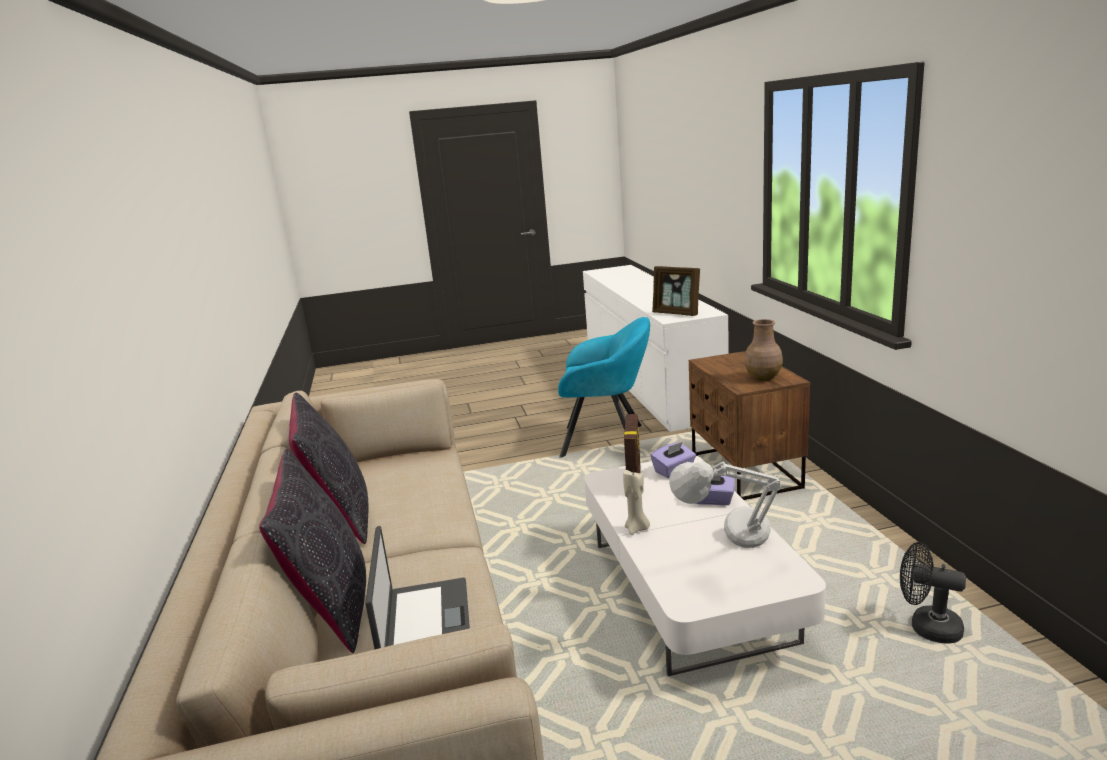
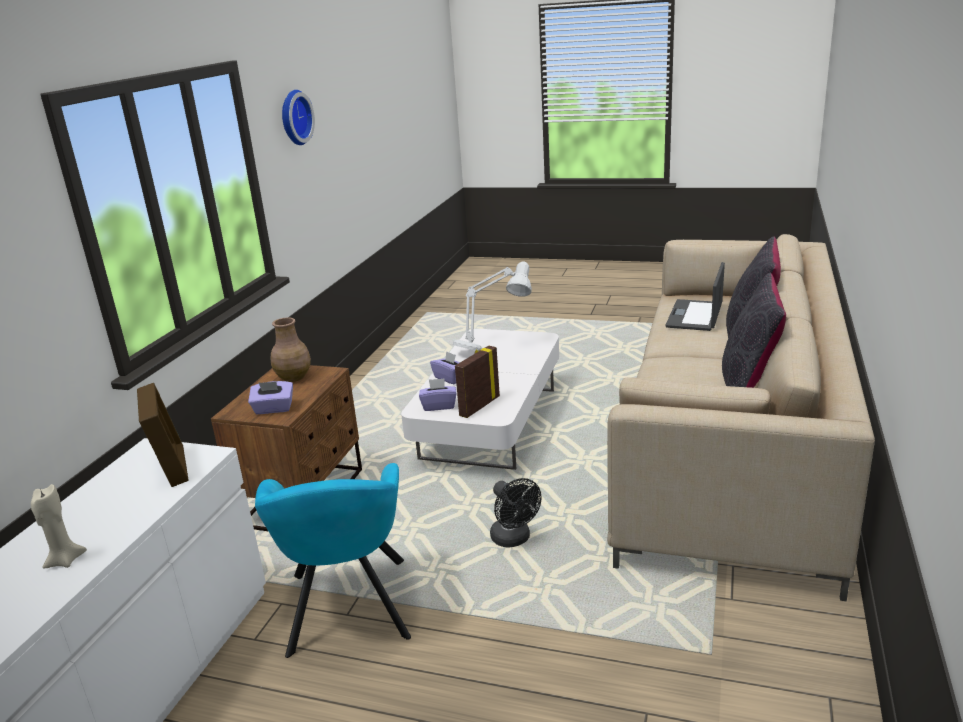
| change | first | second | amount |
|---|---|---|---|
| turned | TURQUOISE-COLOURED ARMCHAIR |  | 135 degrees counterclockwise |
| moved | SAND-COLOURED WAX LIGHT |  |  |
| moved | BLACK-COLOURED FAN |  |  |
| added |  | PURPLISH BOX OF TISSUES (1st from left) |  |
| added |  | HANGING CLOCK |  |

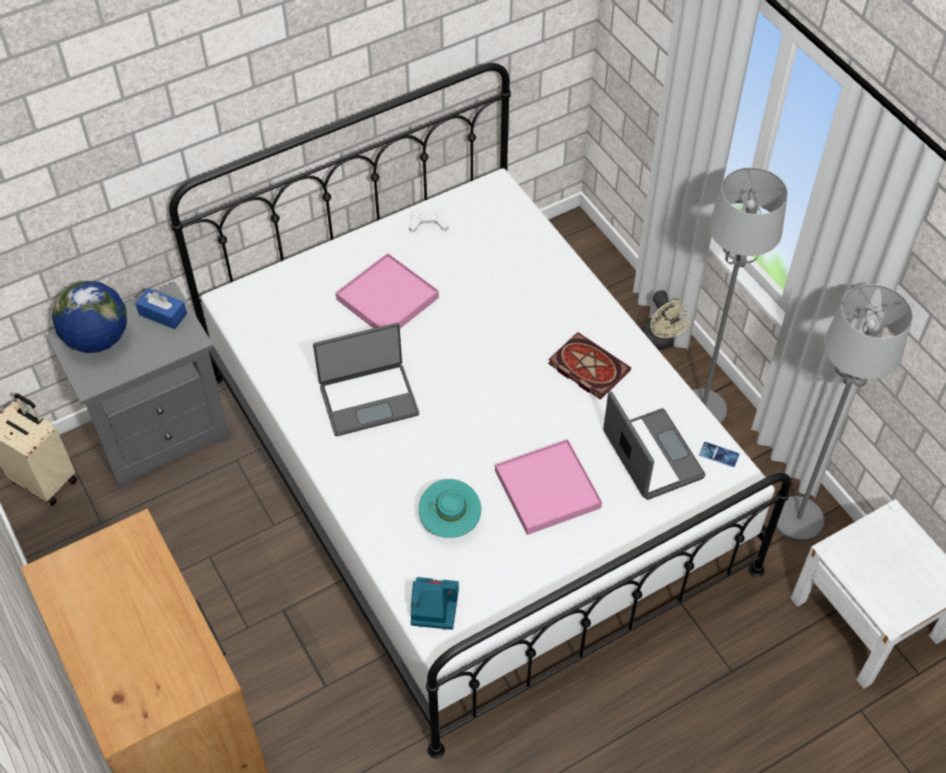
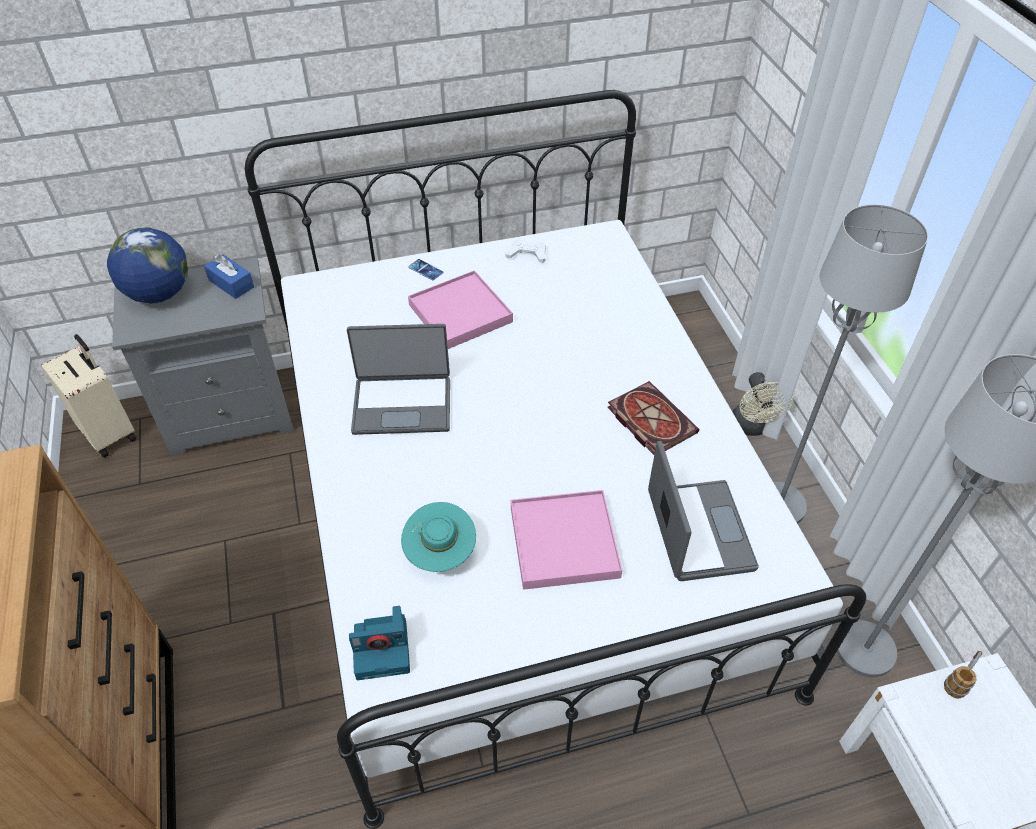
| change | first | second | amount |
|---|---|---|---|
| turned | PHOTO CAMERA |  | 150 degrees clockwise |
| moved | HANDSET |  |  |
| added |  | TEA MUG |  |

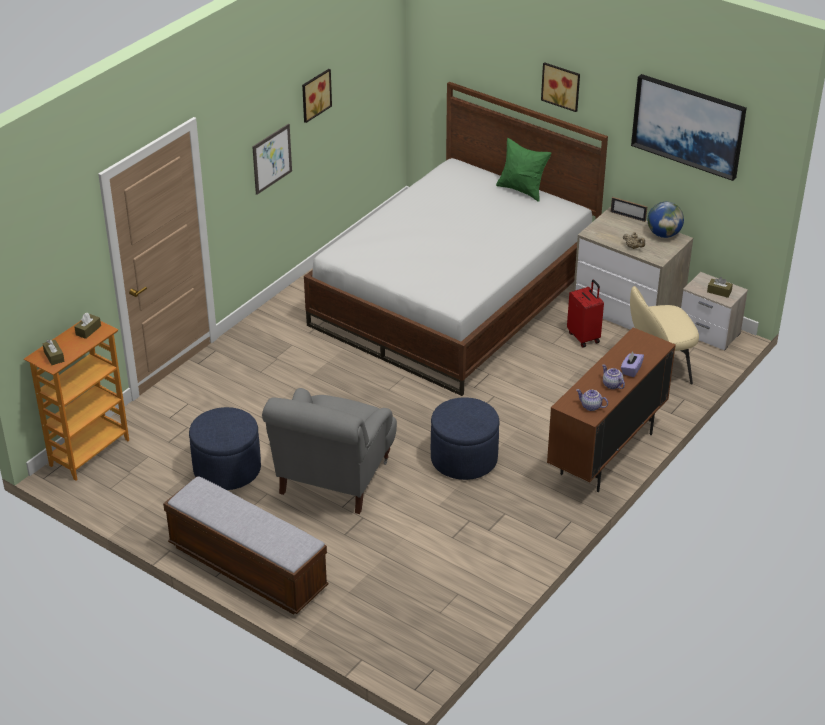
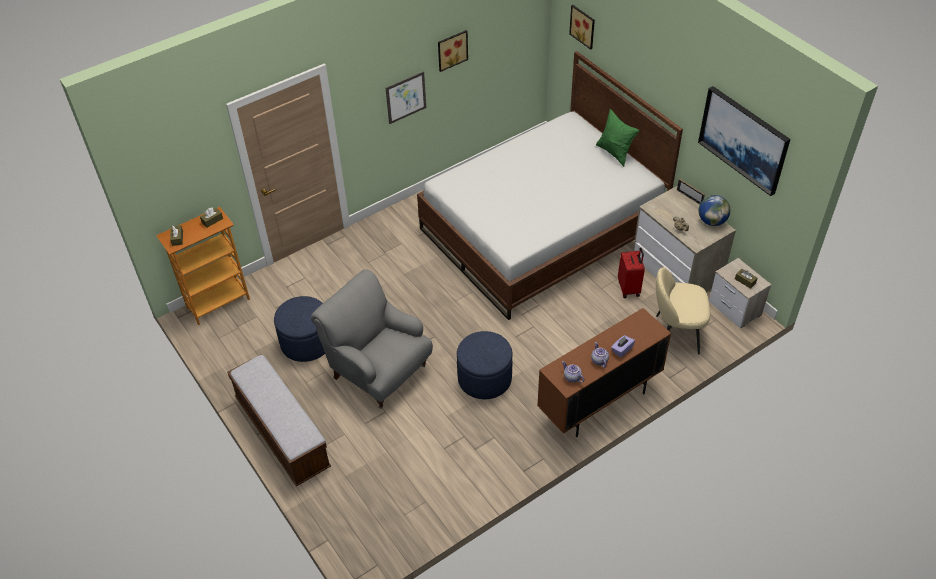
| change | first | second | amount |
|---|---|---|---|
| turned | GRAY ARMCHAIR |  | 90 degrees clockwise |
| moved | WALL ART (3rd from left) |  |  |

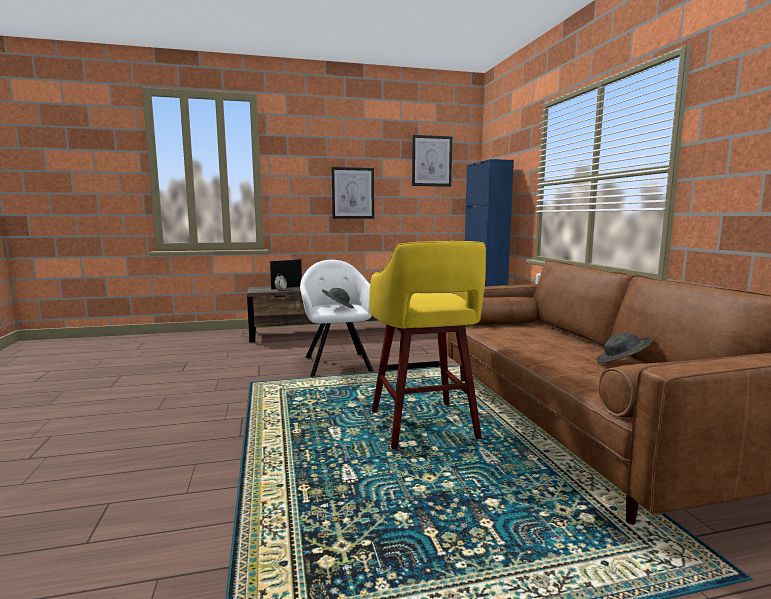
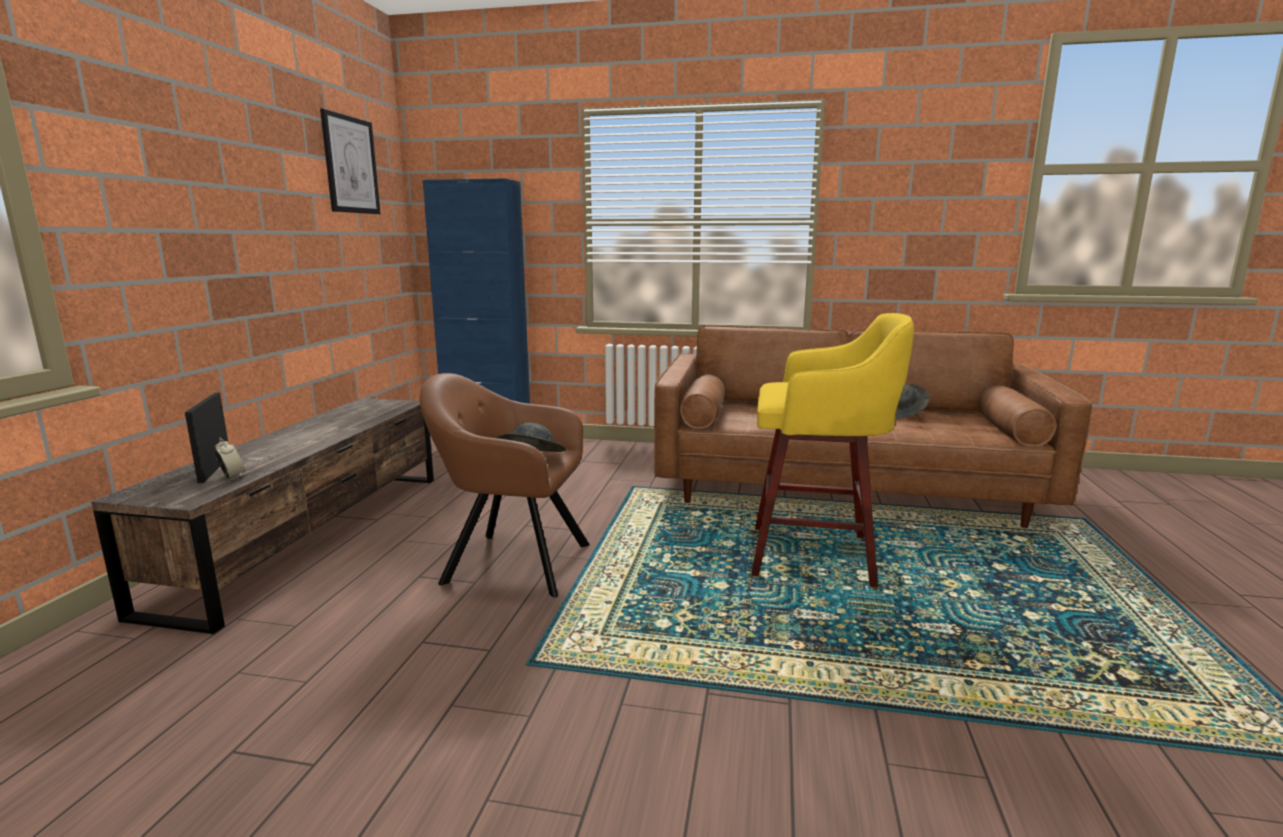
| change | first | second | amount |
|---|---|---|---|
| recoloured | WHITISH ARMCHAIR | BROWN ARMCHAIR |  |
| removed | WALL ART (1st from left) |  |  |

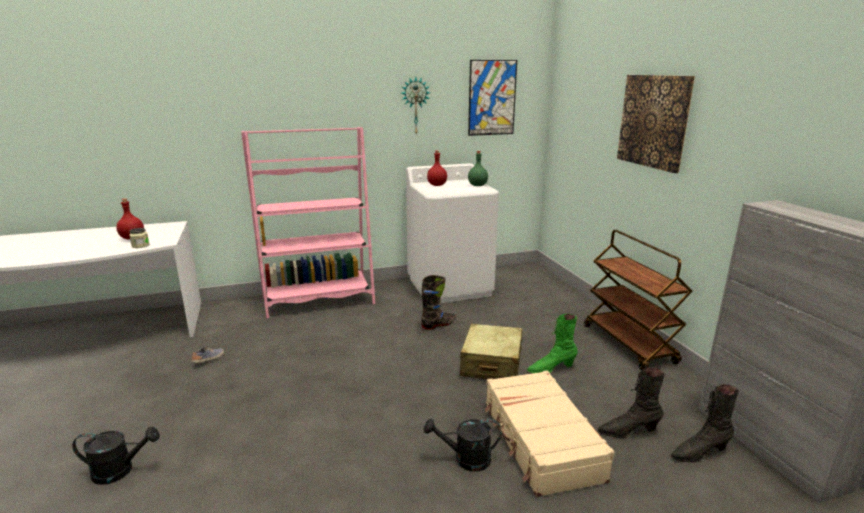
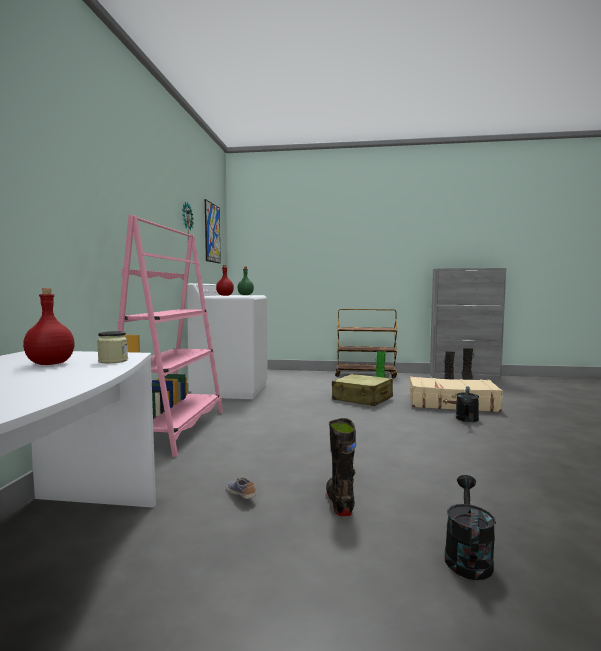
| change | first | second | amount |
|---|---|---|---|
| moved | BLACK-COLOURED TALL BOOT (1st from left) |  |  |
| removed | WALL ART (2nd from left) |  |  |

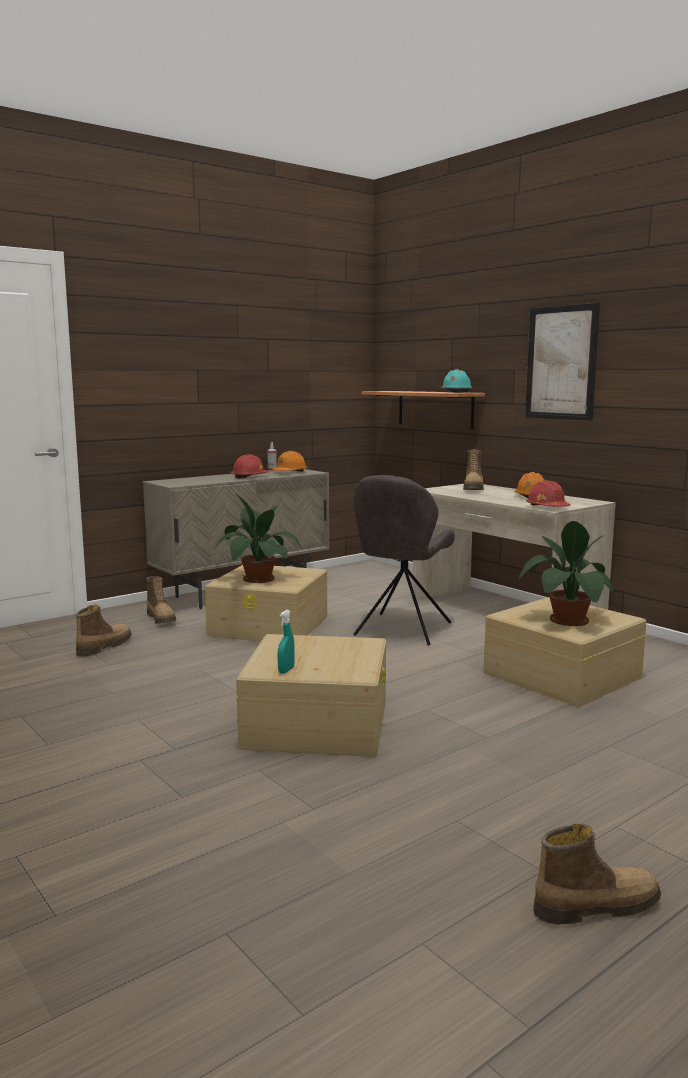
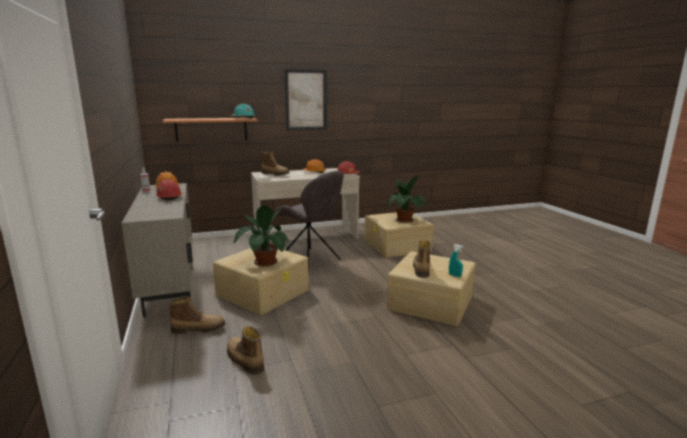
| change | first | second | amount |
|---|---|---|---|
| moved | TALL BOOT (4th from left) |  |  |

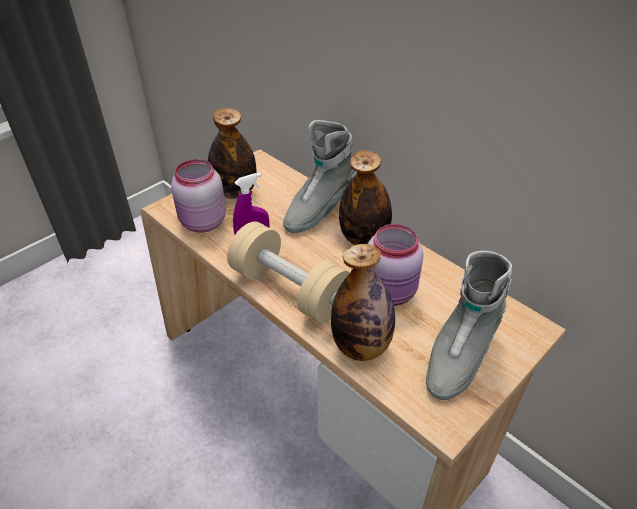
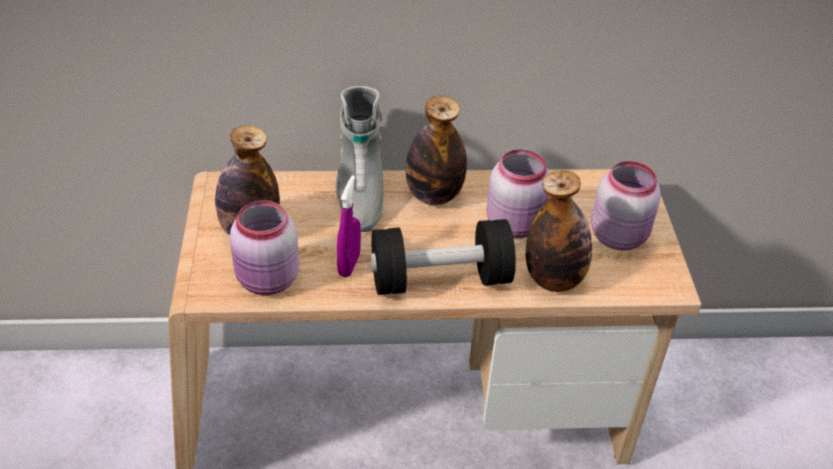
| change | first | second | amount |
|---|---|---|---|
| recoloured | SAND-COLOURED HAND WEIGHT | BLACK-COLOURED HAND WEIGHT |  |
| replaced | GRAY TALL BOOT (2nd from left) | PINKISH PRESERVE JAR (3rd from left) |  |

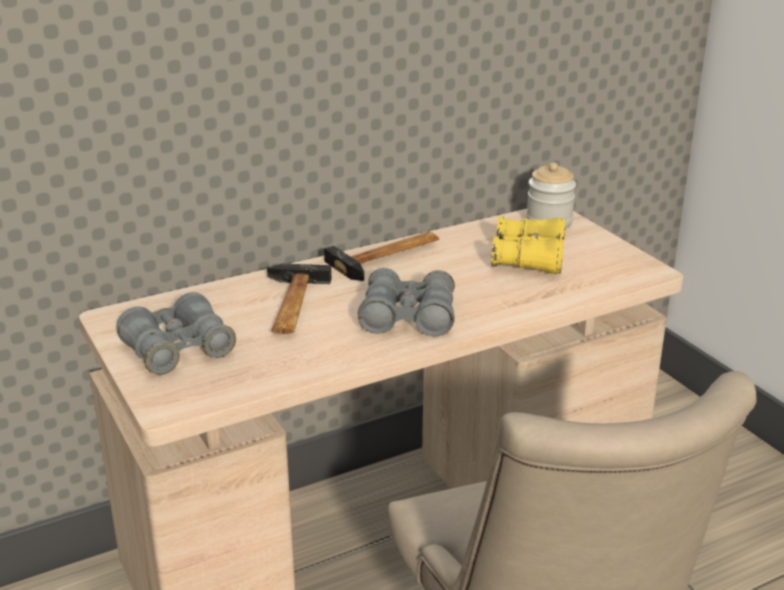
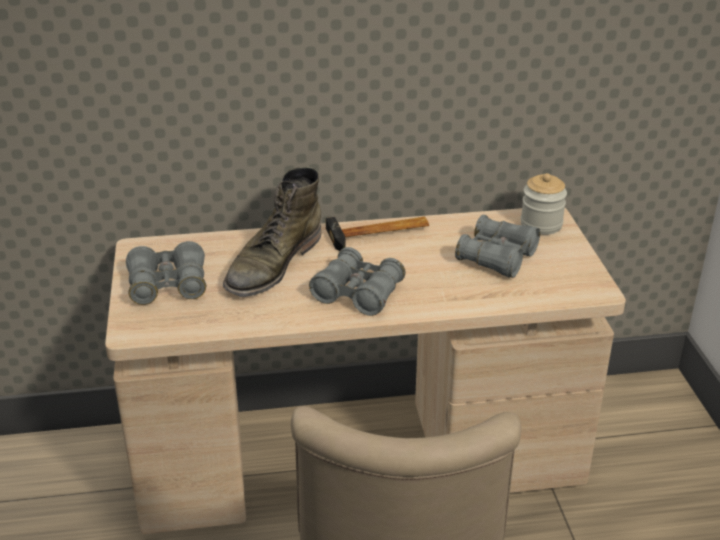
| change | first | second | amount |
|---|---|---|---|
| replaced | HAMMER (1st from left) | GREEN-COLOURED TALL BOOT |  |
| recoloured | YELLOWISH FIELD GLASSES | GRAY FIELD GLASSES (3rd from left) |  |

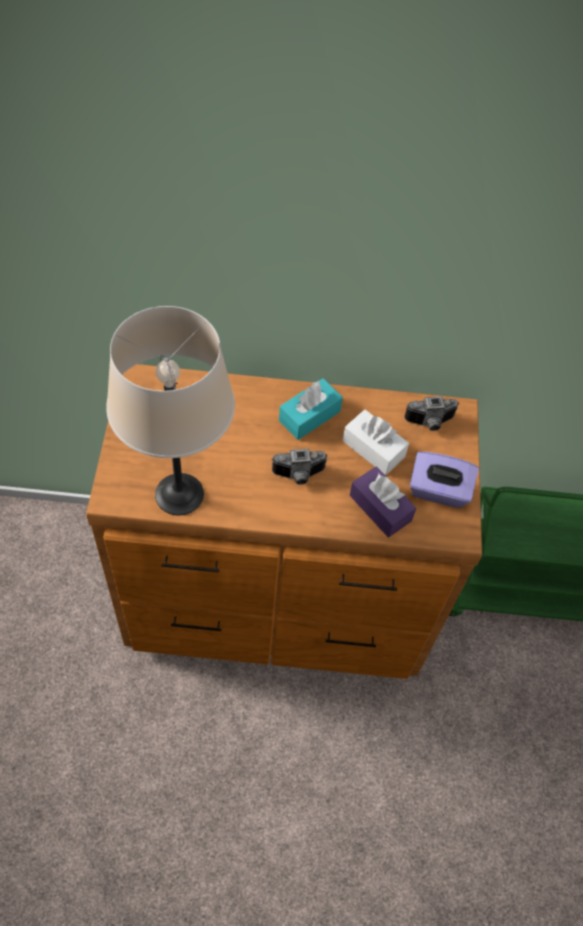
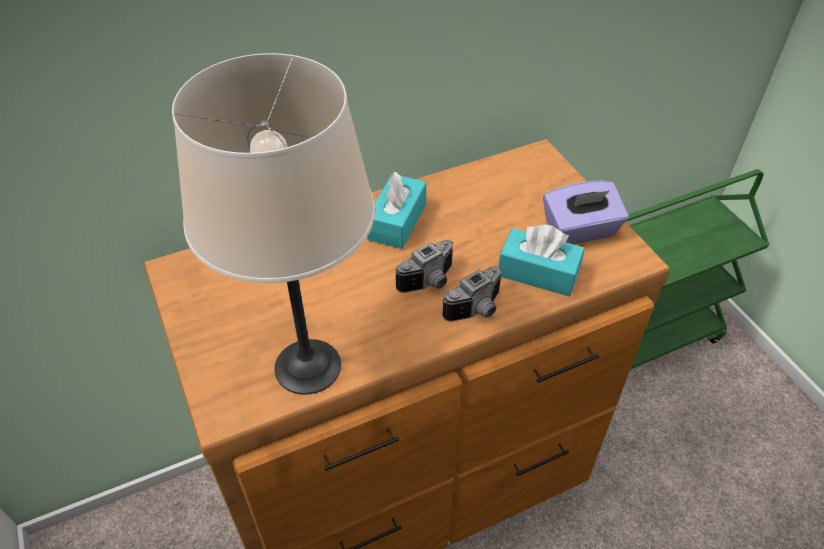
| change | first | second | amount |
|---|---|---|---|
| removed | WHITISH BOX OF TISSUES |  |  |
| recoloured | PURPLISH BOX OF TISSUES (1st from left) | TURQUOISE-COLOURED BOX OF TISSUES (2nd from left) |  |
| moved | PHOTO CAMERA (2nd from left) |  |  |

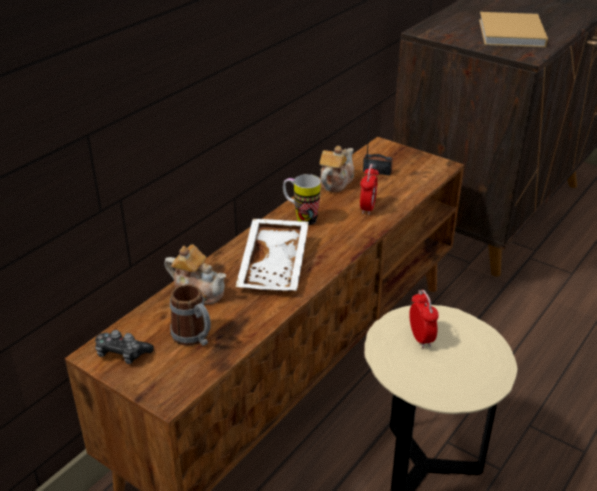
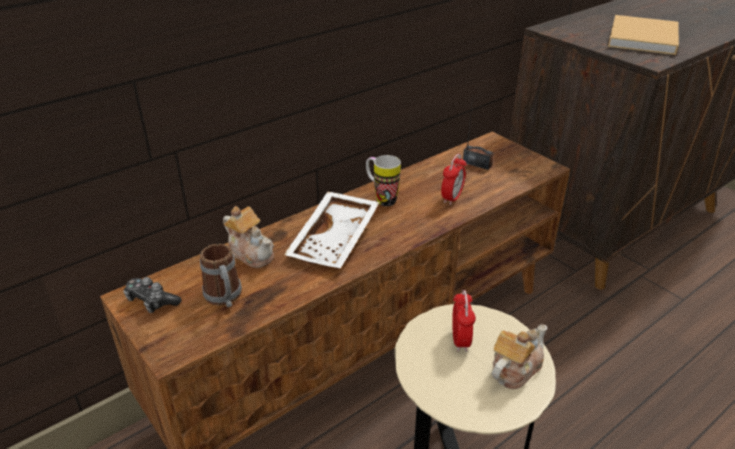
| change | first | second | amount |
|---|---|---|---|
| moved | TEAPOT (2nd from left) |  |  |

